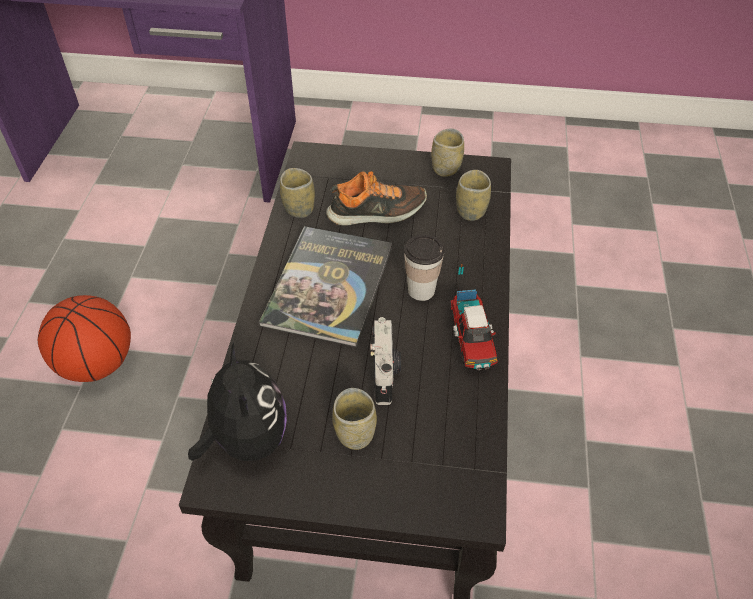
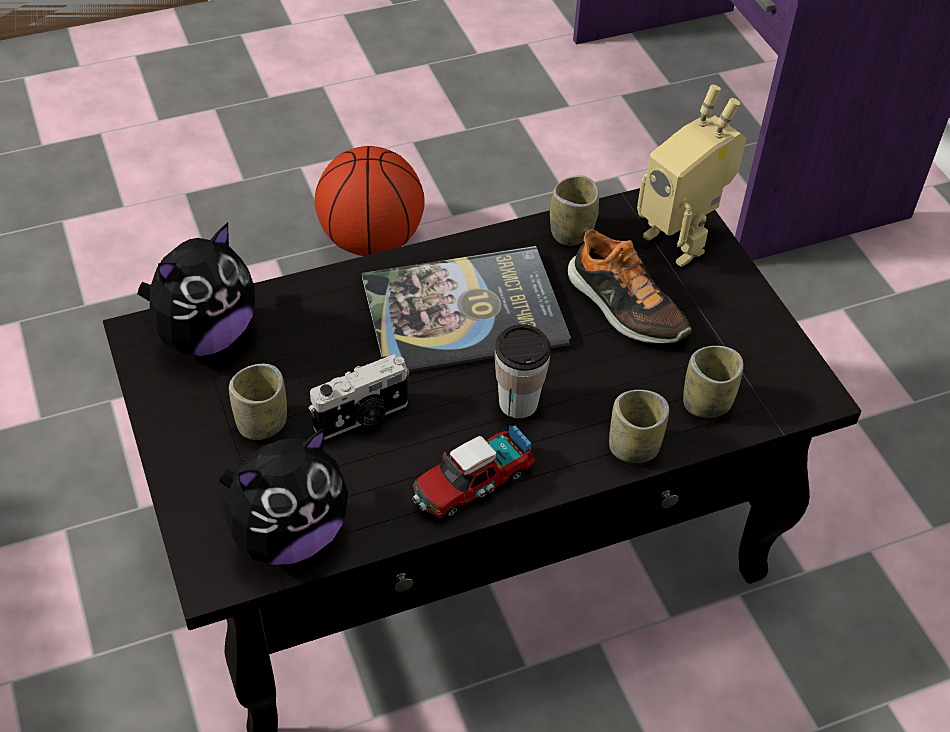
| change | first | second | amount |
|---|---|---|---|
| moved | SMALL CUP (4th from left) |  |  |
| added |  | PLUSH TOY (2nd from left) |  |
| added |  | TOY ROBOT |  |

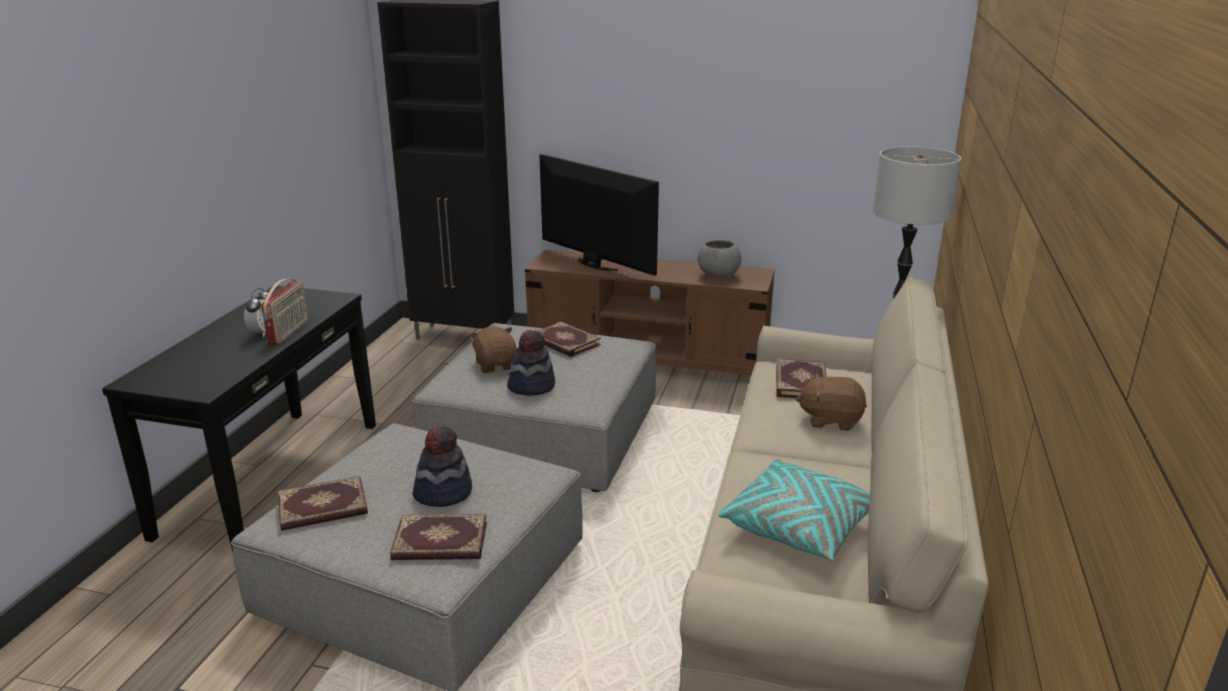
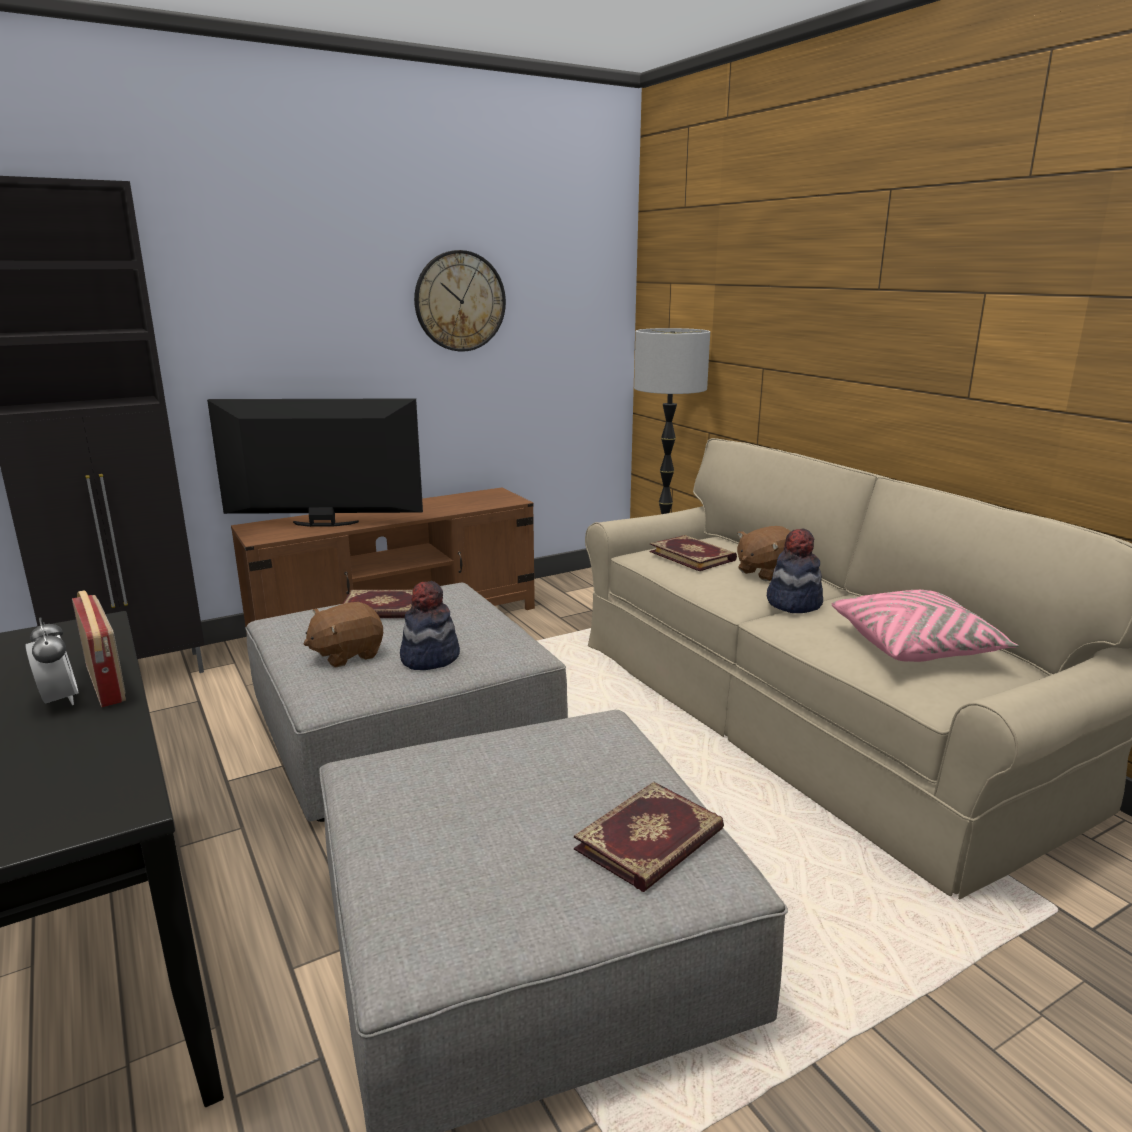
| change | first | second | amount |
|---|---|---|---|
| removed | VOLUME (1st from left) |  |  |
| moved | WEARABLE HAT (1st from left in the first image) | WEARABLE HAT (2nd from left) |  |
| turned | BROWN PLUSH TOY (1st from left) |  | 60 degrees counterclockwise |
| removed | GRAY BOWL |  |  |
| recoloured | TURQUOISE-COLOURED PILLOW | PINKISH PILLOW |  |
| added |  | HANGING CLOCK |  |

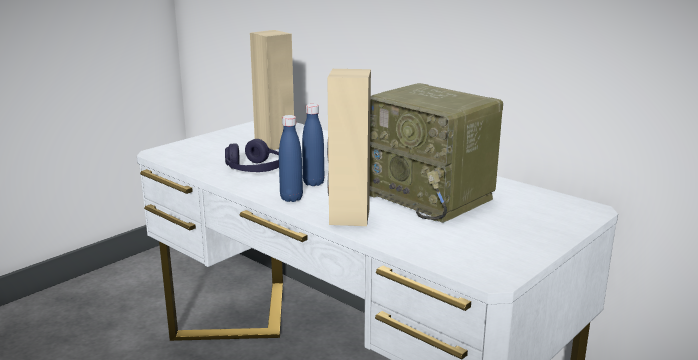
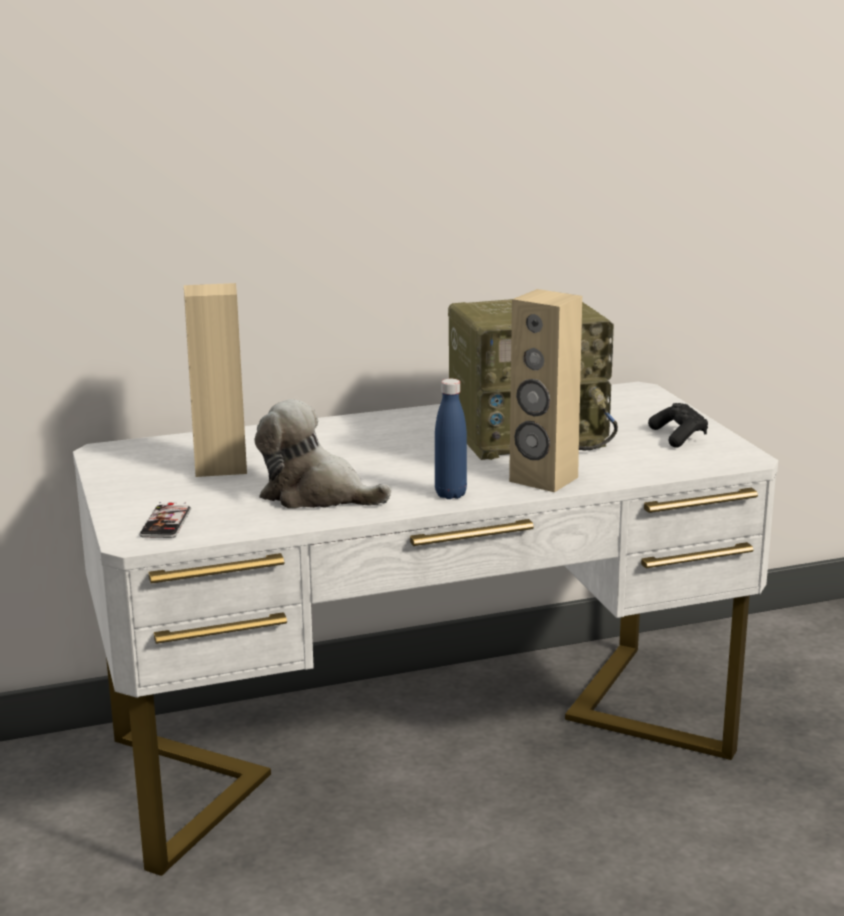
| change | first | second | amount |
|---|---|---|---|
| replaced | PURPLISH HEADPHONES | PLUSH TOY |  |
| removed | BLUE-COLOURED DRINK BOTTLE (2nd from left) |  |  |
| added |  | HANDSET |  |
| added |  | BLACK-COLOURED GAME CONTROLLER |  |

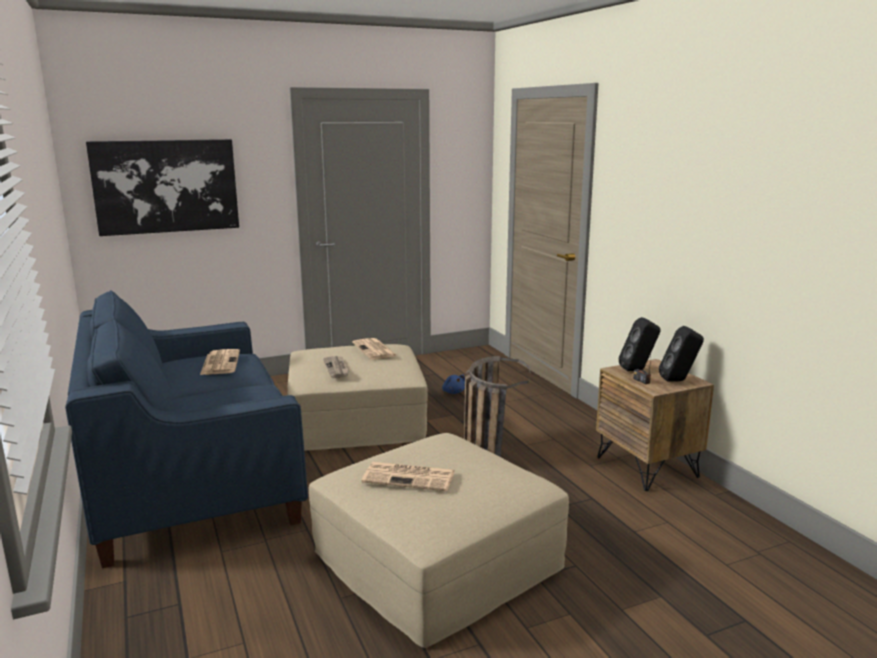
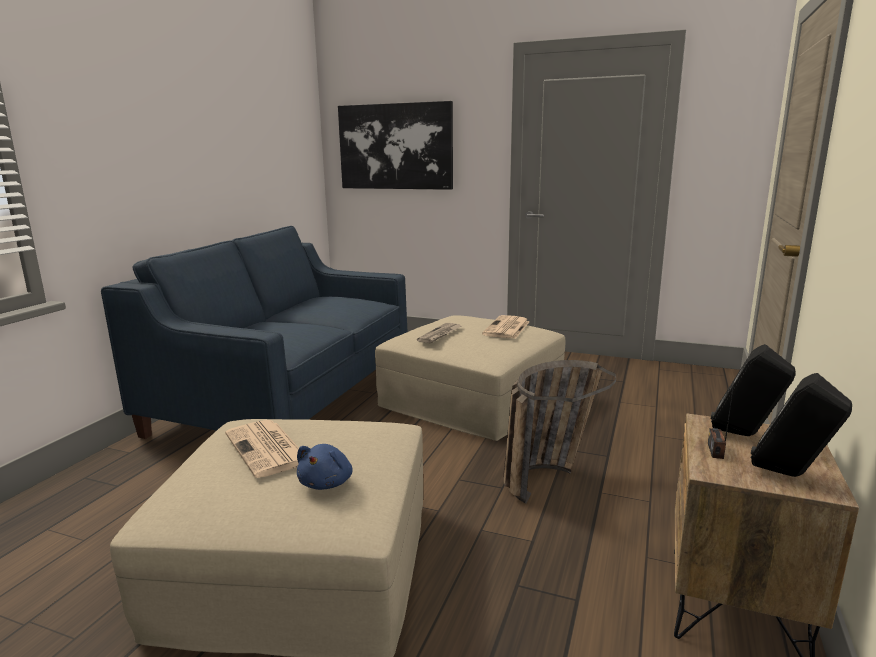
| change | first | second | amount |
|---|---|---|---|
| removed | DAILY PAPER (1st from left) |  |  |
| moved | BLUE-COLOURED PLUSH TOY |  |  |

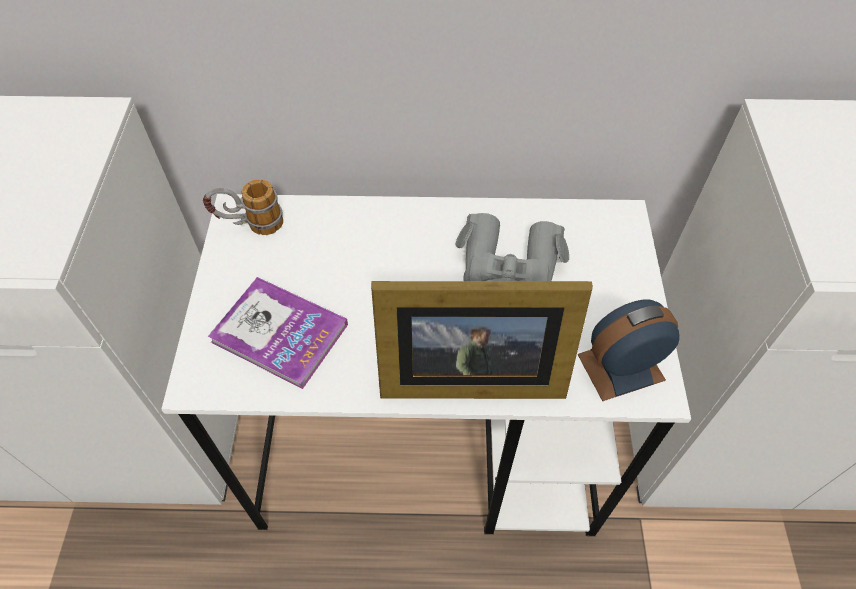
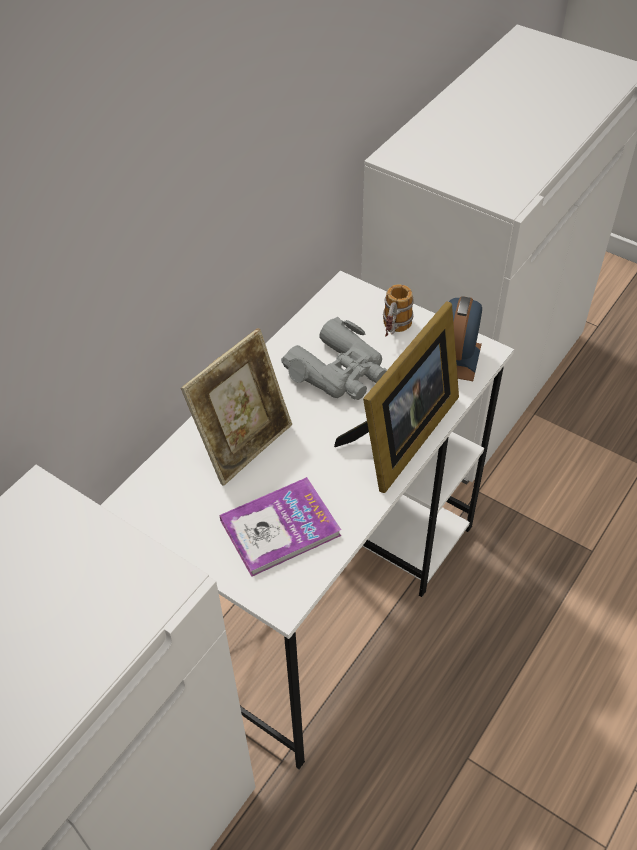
| change | first | second | amount |
|---|---|---|---|
| moved | TEA MUG |  |  |
| added |  | STANDING FRAME (1st from left) |  |

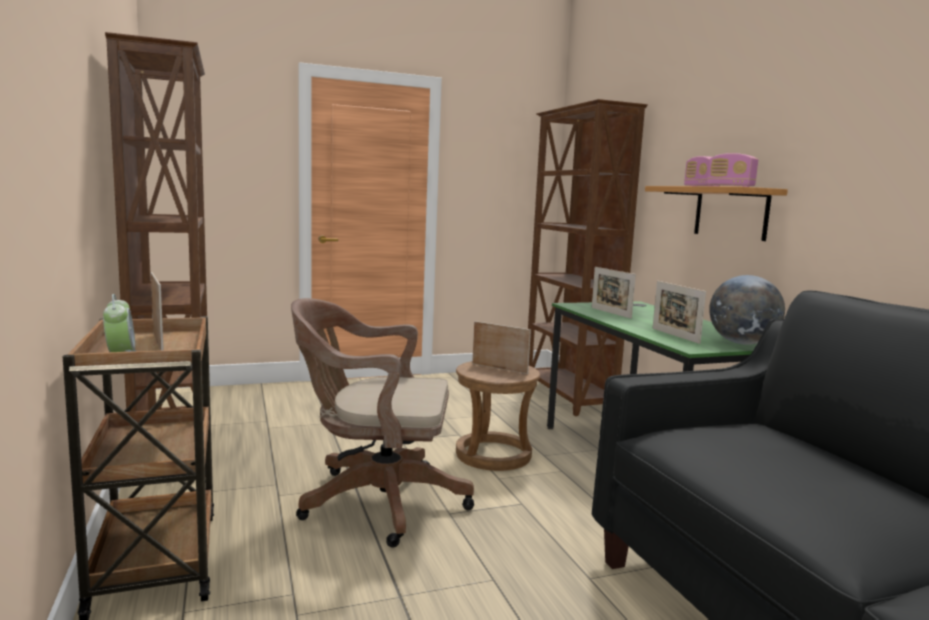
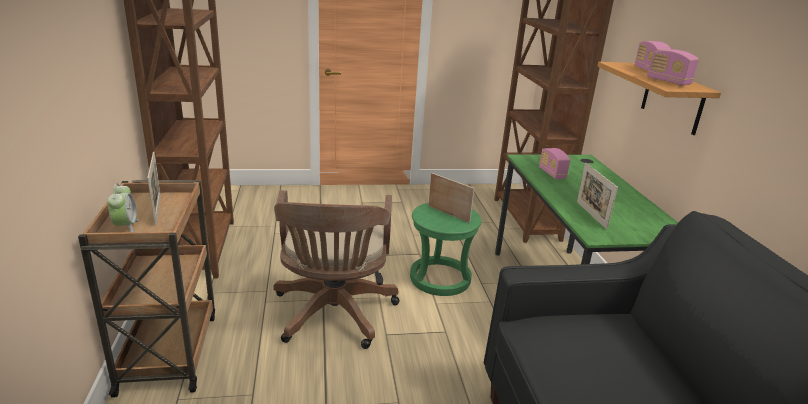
| change | first | second | amount |
|---|---|---|---|
| turned | BROWN DESK CHAIR |  | 105 degrees counterclockwise |
| recoloured | BROWN STOOL SEAT | GREEN-COLOURED STOOL SEAT |  |
| replaced | STANDING FRAME (3rd from left) | RADIO SET (1st from left) |  |
| removed | DESK GLOBE |  |  |

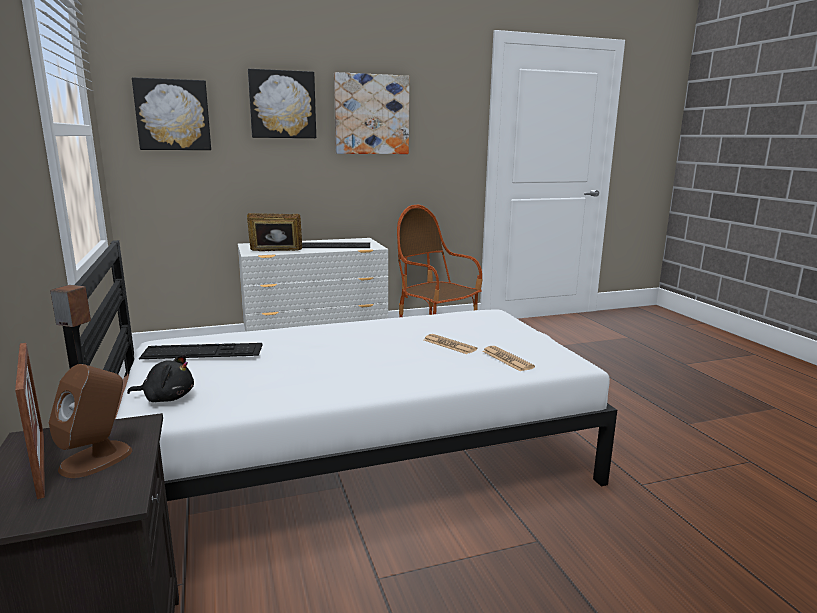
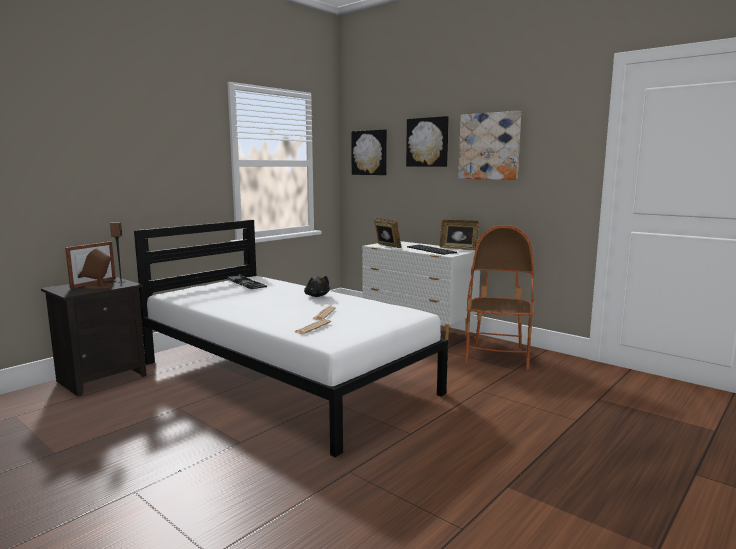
| change | first | second | amount |
|---|---|---|---|
| moved | BLACK-COLOURED PLUSH TOY |  |  |
| added |  | STANDING FRAME (3rd from left) |  |

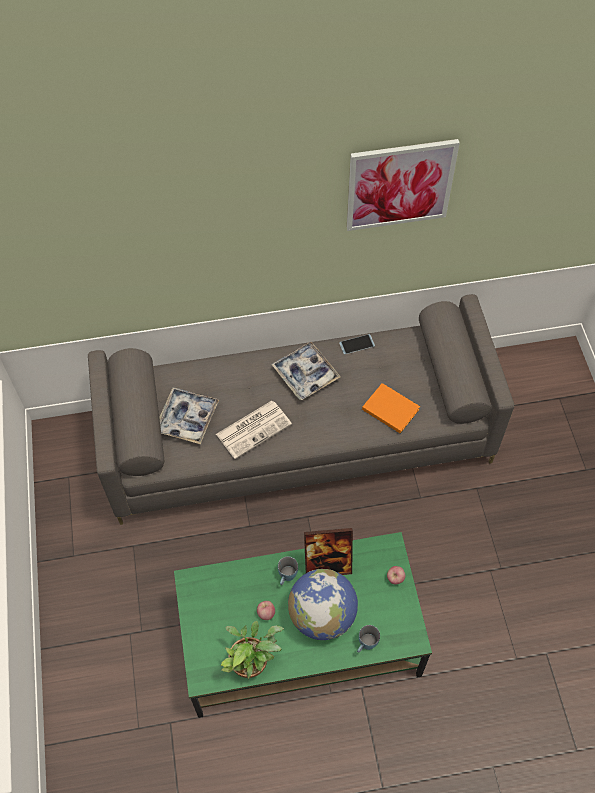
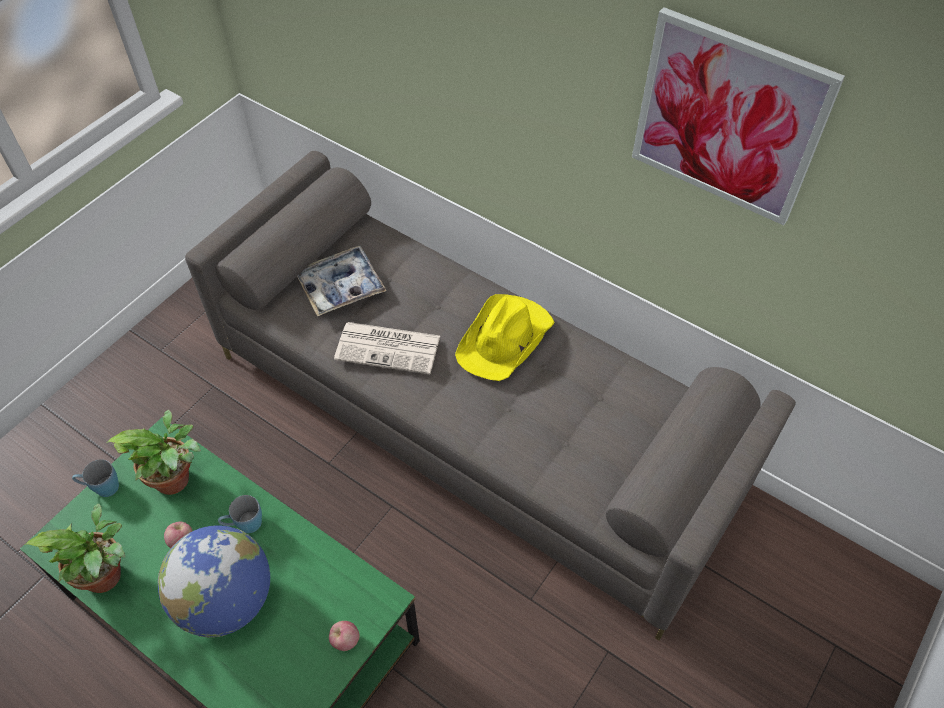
| change | first | second | amount |
|---|---|---|---|
| replaced | CARRYING TRAY (2nd from left) | YELLOWISH WEARABLE HAT |  |
| removed | STANDING FRAME |  |  |
| removed | HANDSET |  |  |
| moved | BLUE-COLOURED TEA MUG (2nd from left in the first image) | BLUE-COLOURED TEA MUG (1st from left) |  |
| removed | ORANGE-COLOURED VOLUME |  |  |
| added |  | HOUSEPLANT (2nd from left) |  |

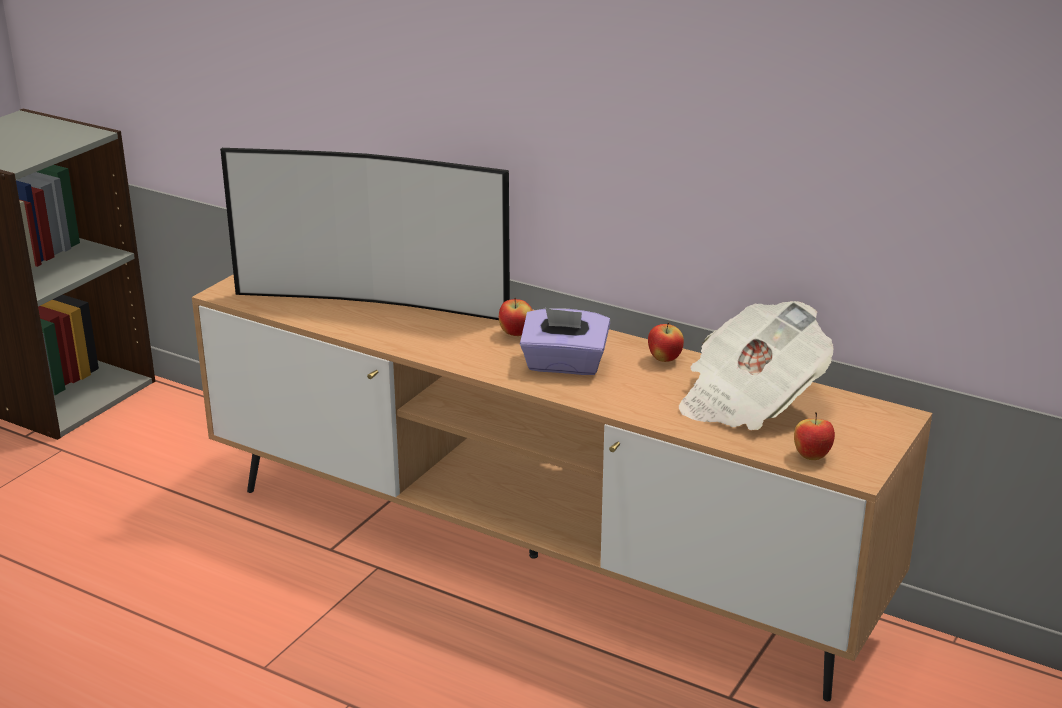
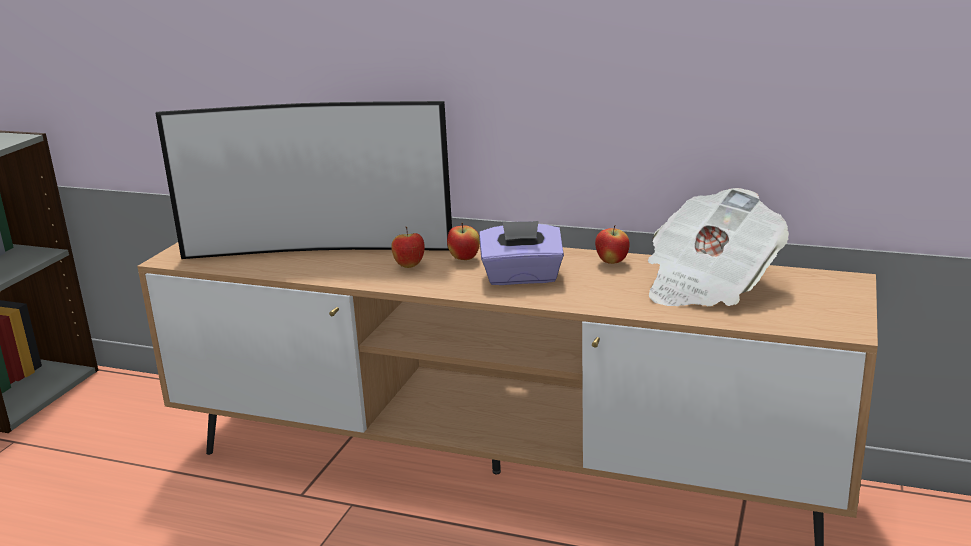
| change | first | second | amount |
|---|---|---|---|
| moved | WHOLE APPLE (3rd from left in the first image) | WHOLE APPLE (1st from left) |  |

